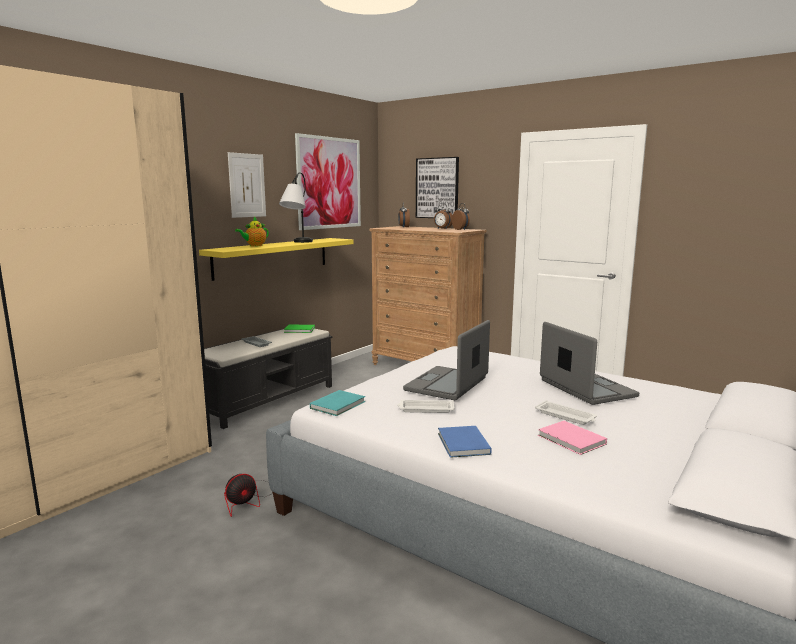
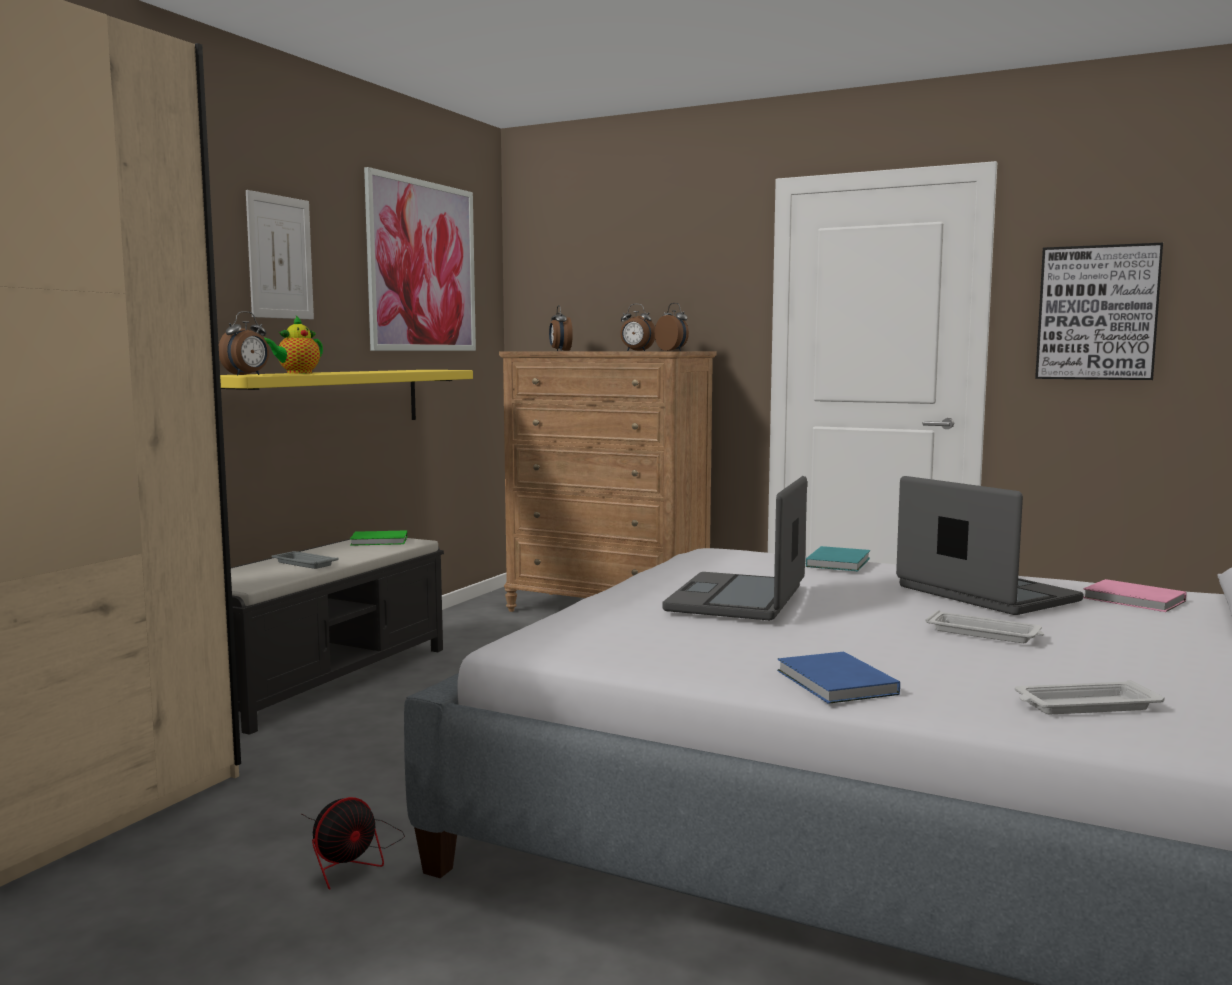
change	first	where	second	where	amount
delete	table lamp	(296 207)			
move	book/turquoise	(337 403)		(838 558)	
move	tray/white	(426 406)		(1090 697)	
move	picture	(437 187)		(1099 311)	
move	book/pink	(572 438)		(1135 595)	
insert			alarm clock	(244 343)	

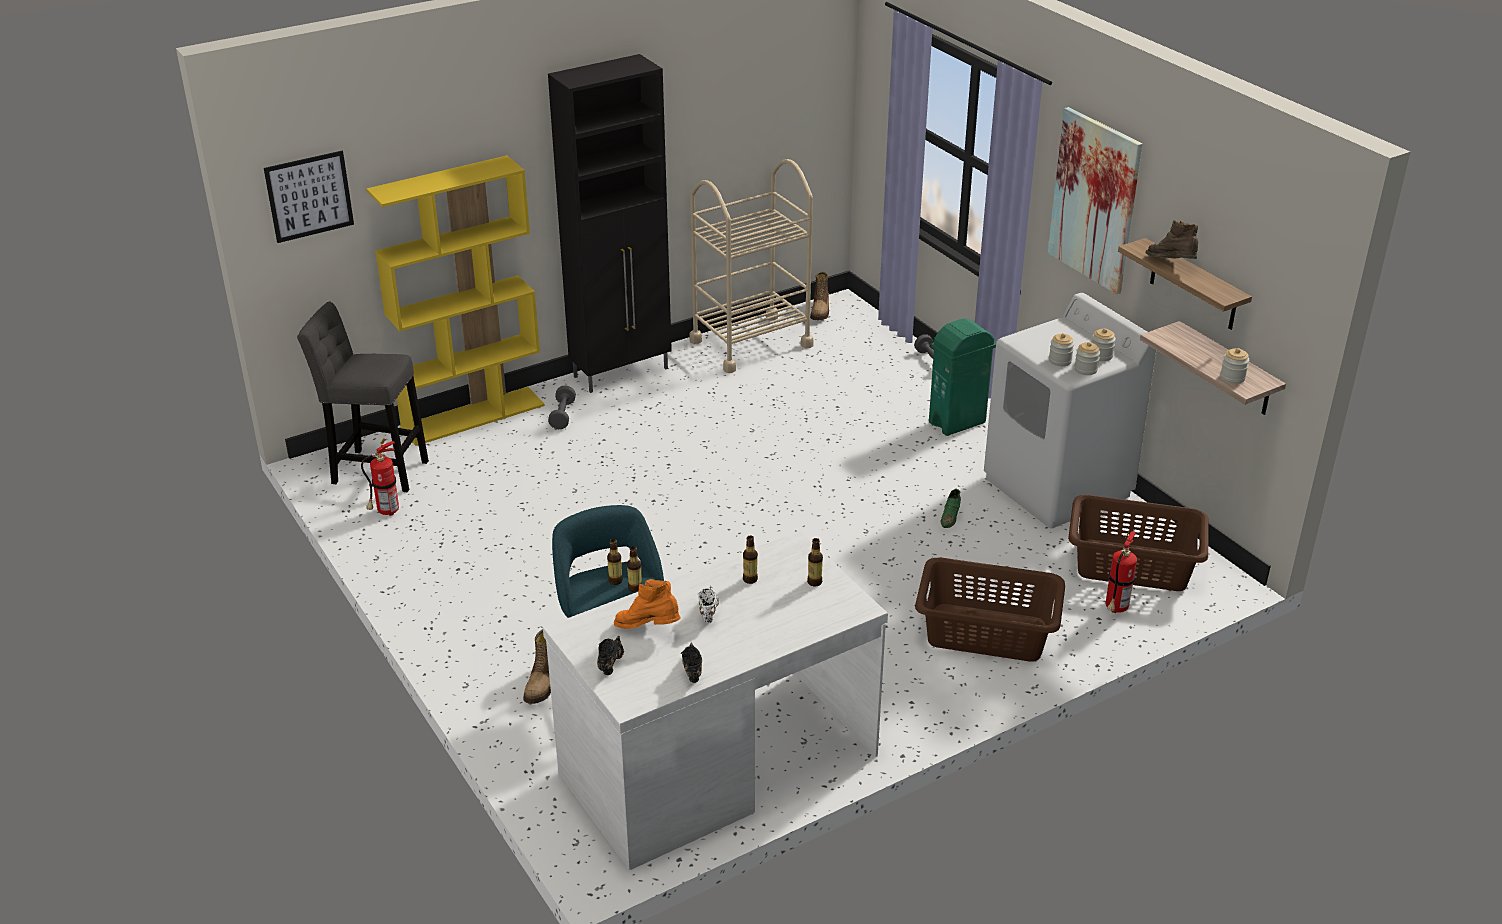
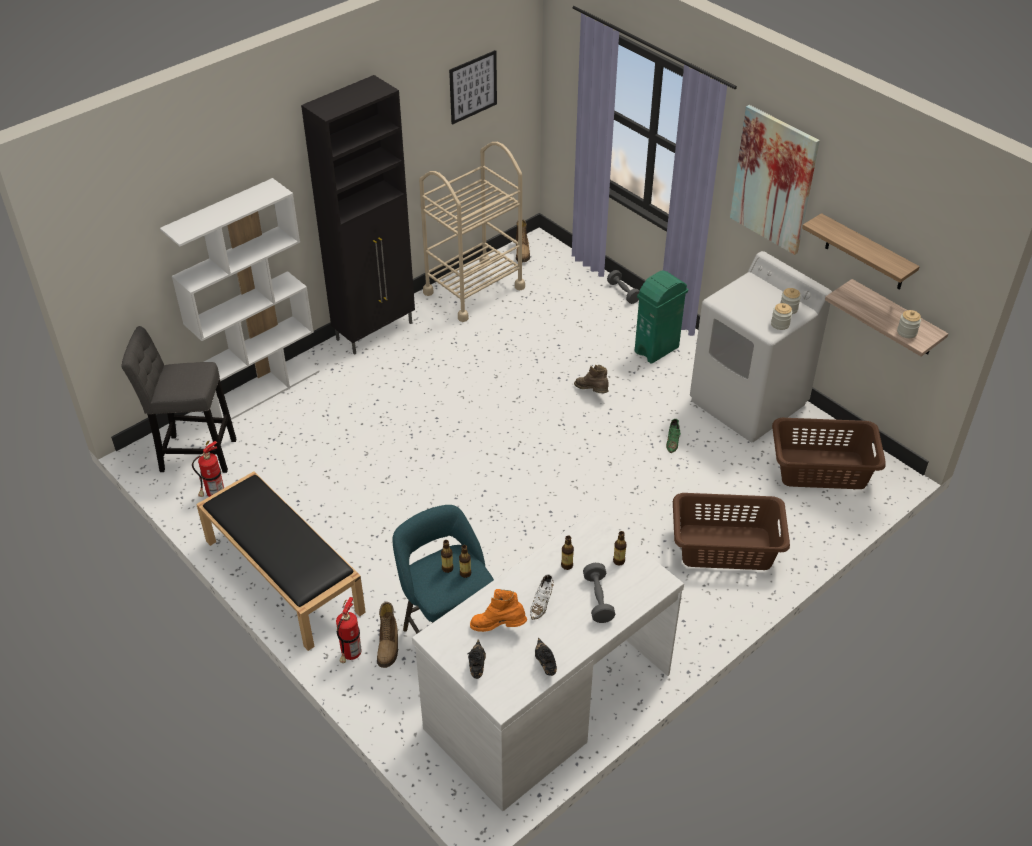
change	first	where	second	where	amount
move	picture	(309 197)		(473 87)	
recolor	bookcase/yellow	(455 300)	bookcase/white	(240 301)	
move	dumbbell/grey	(562 407)		(599 593)	
rotate	shoe/white	(708 604)		(542 597)	150 degrees counterclockwise
delete	jar	(1061 349)			
move	fire extinguisher	(1121 572)		(349 630)	
move	boot/brown	(1172 239)		(591 379)	
insert			bench/black	(281 561)	

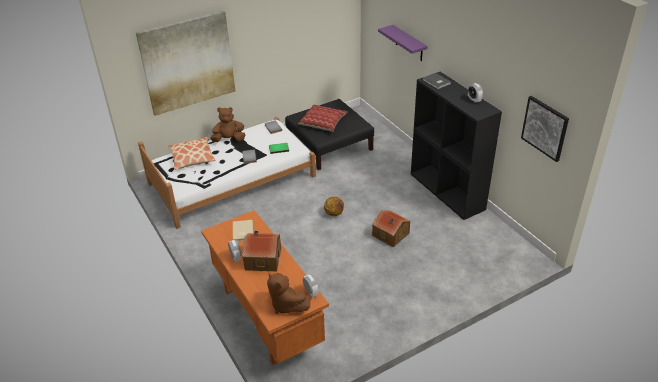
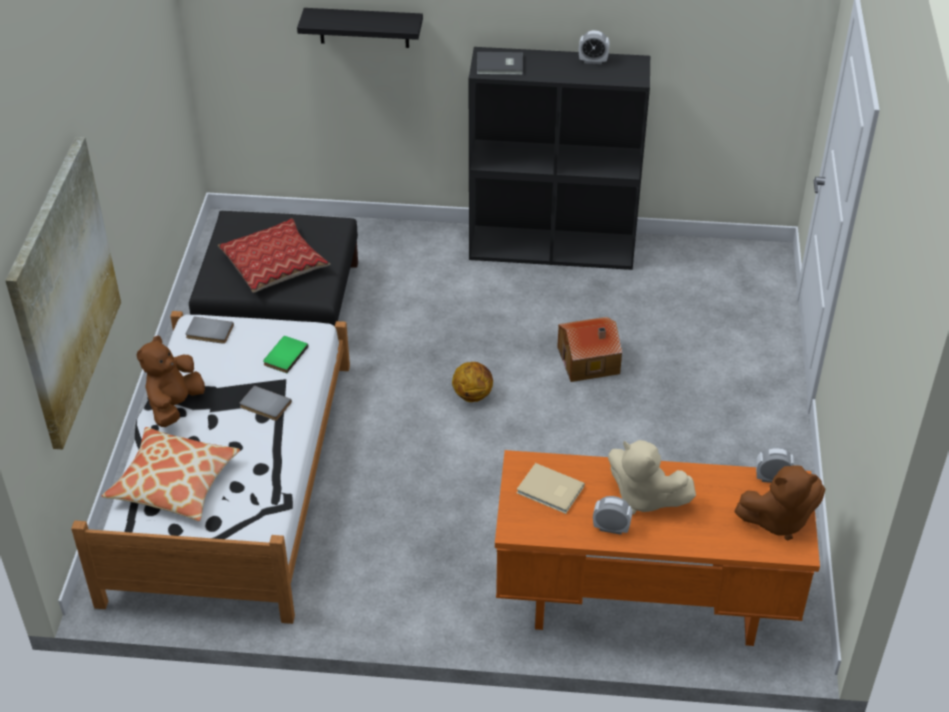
change	first	where	second	where	amount
replace	toy house	(262 251)	plush toy/beige	(652 477)	
recolor	shelf/purple	(403 43)	shelf/black	(360 28)	
delete	picture	(545 129)			

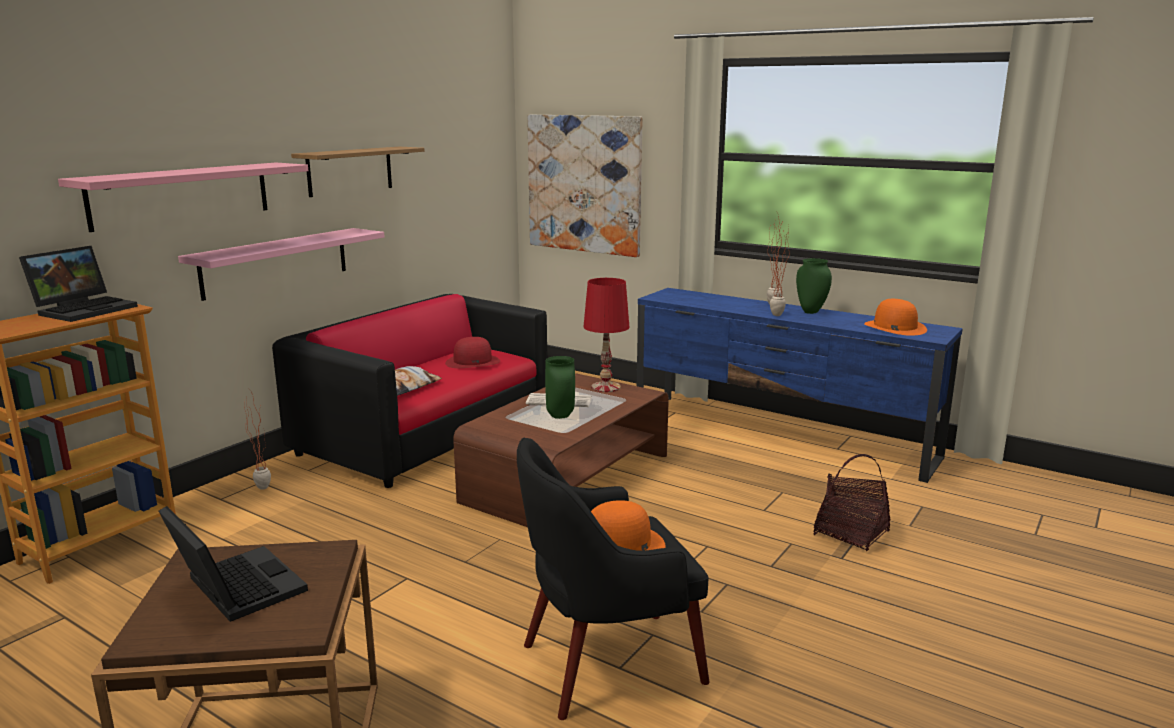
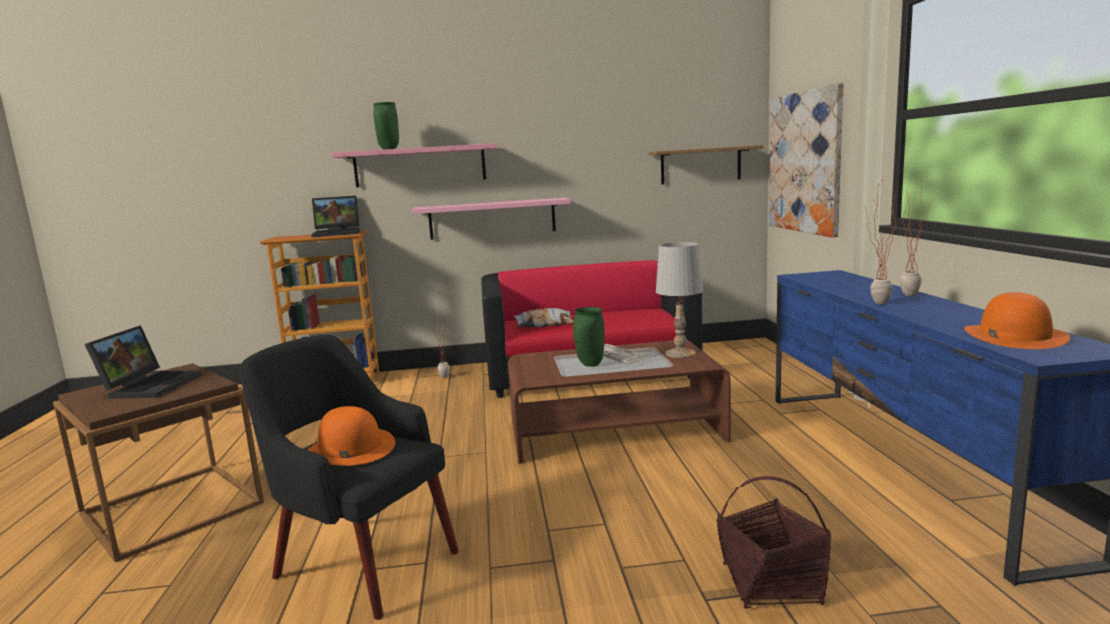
change	first	where	second	where	amount
move	shelf	(357 172)		(706 164)	
delete	hat/red	(472 352)			
recolor	table lamp/red	(606 335)	table lamp/white	(679 300)	
move	vase/green	(814 286)		(386 126)	

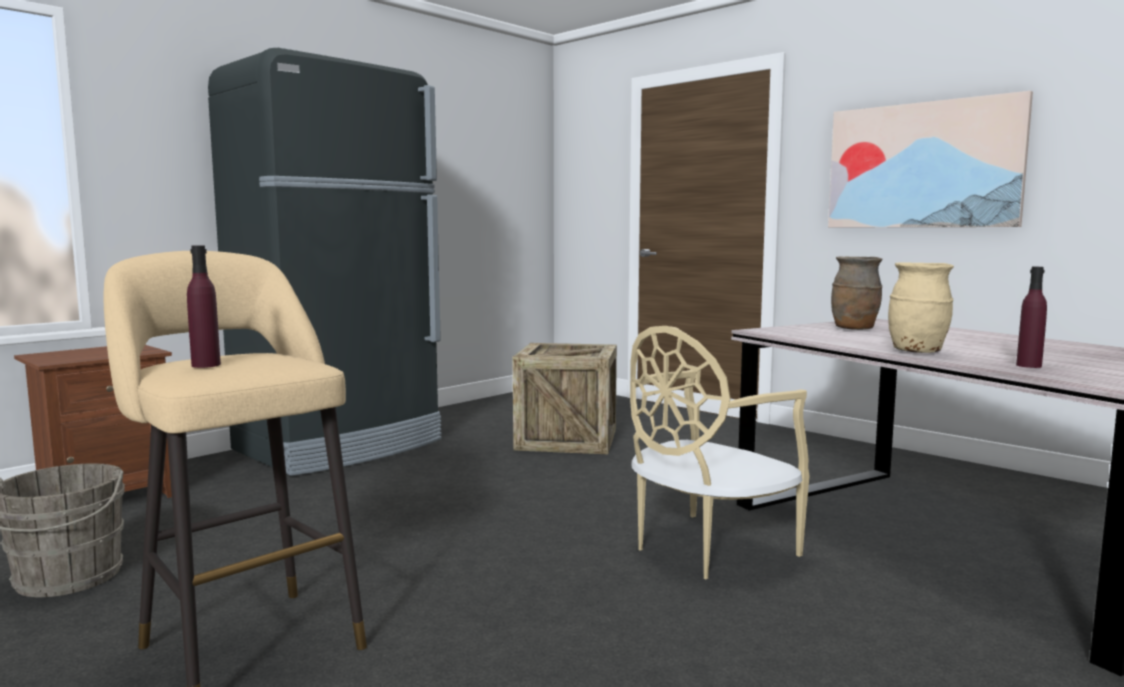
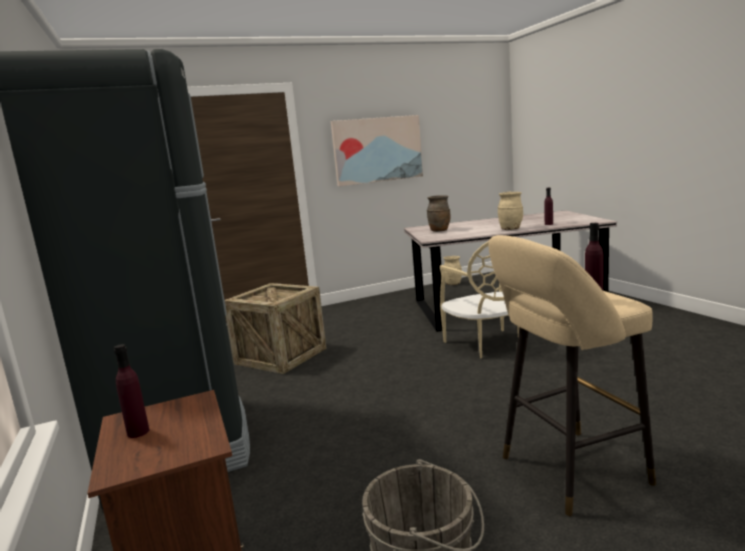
change	first	where	second	where	amount
insert			bottle/purple	(131 391)	
insert			vase/beige	(453 270)	

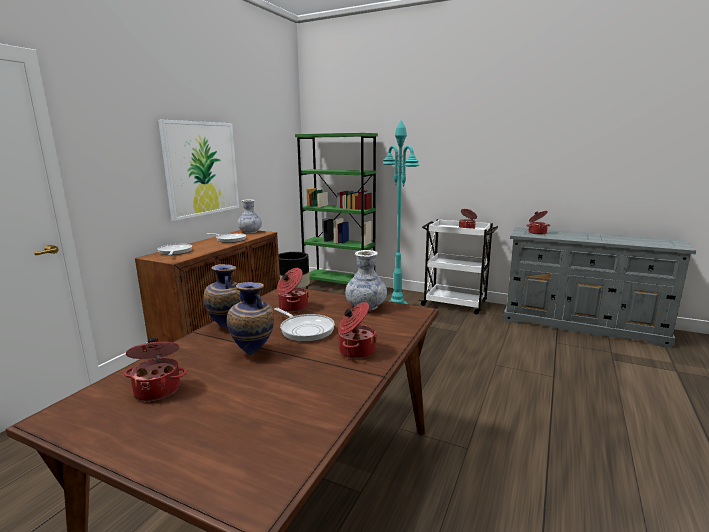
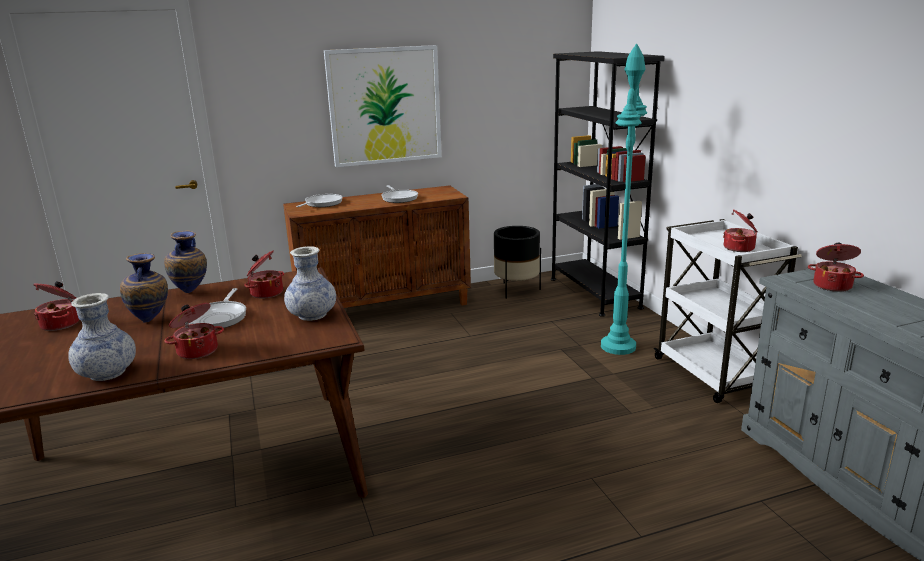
change	first	where	second	where	amount
move	vase	(250 216)		(102 337)	
recolor	bookcase/green	(336 208)	bookcase/black	(608 184)	

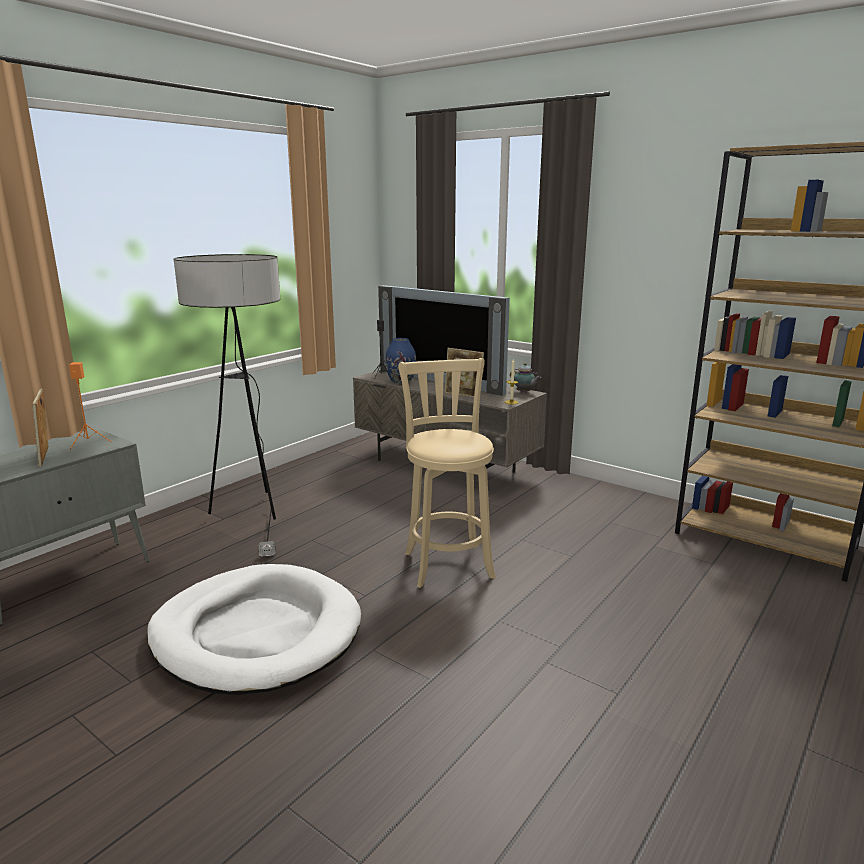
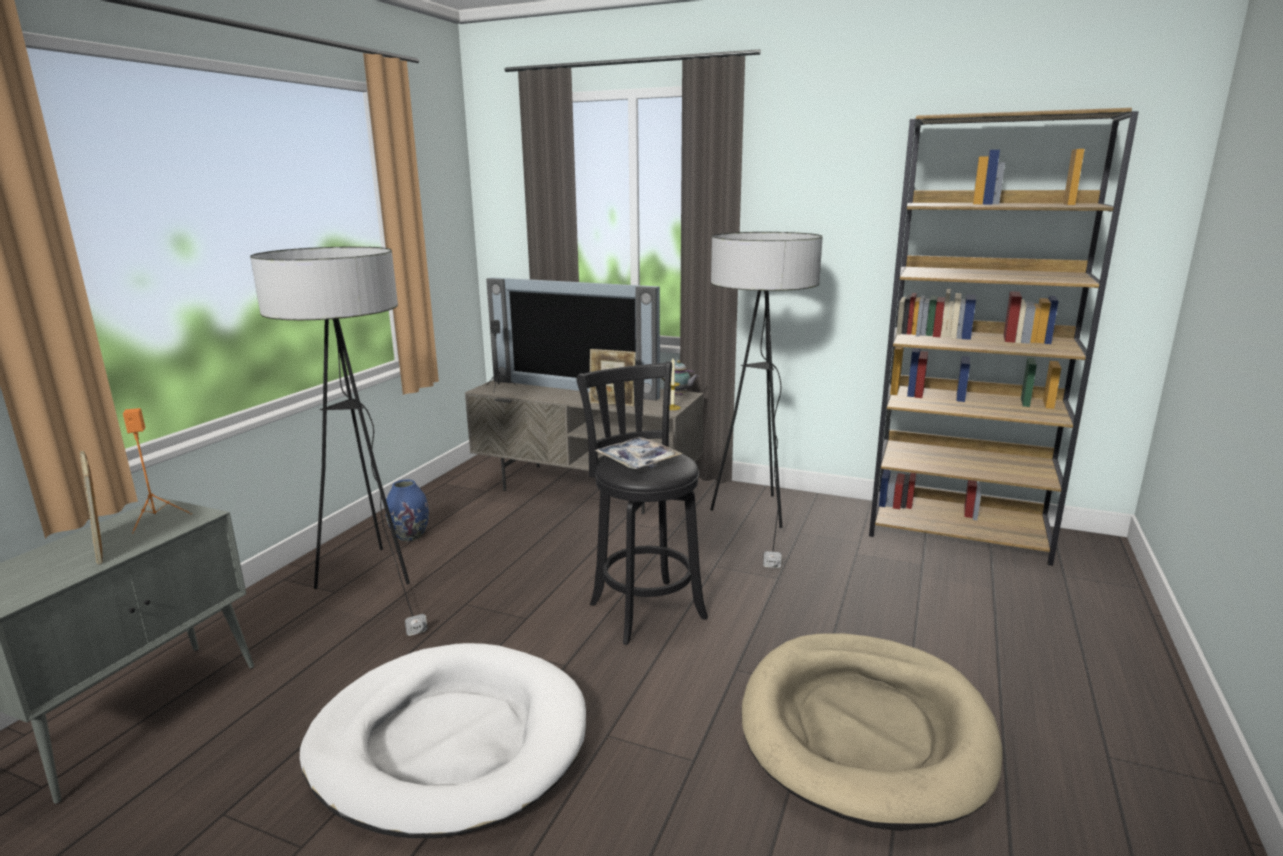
change	first	where	second	where	amount
move	vase/blue	(400 361)		(407 510)	
recolor	stool/beige	(447 473)	stool/black	(642 503)	
insert			tray	(639 453)	
insert			floor lamp	(766 400)	
insert			dog bed/beige	(872 732)	

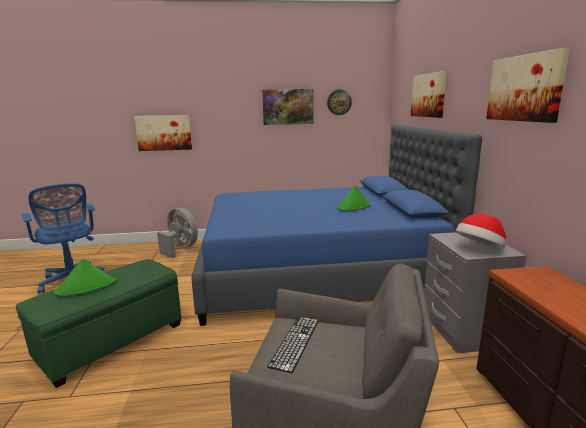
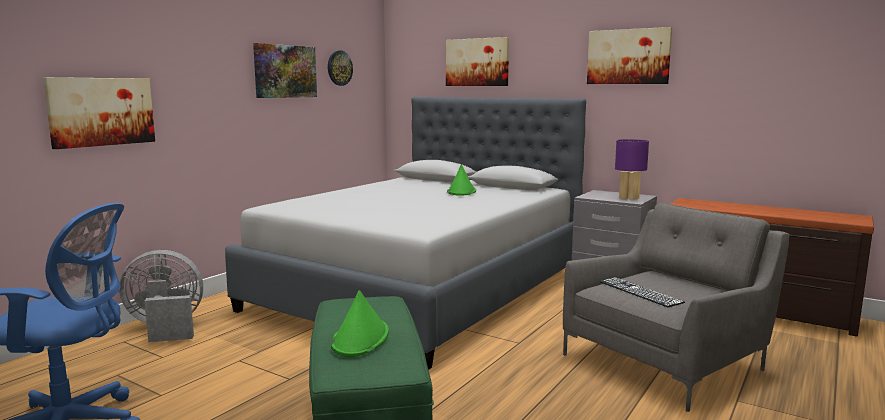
change	first	where	second	where	amount
recolor	bed/blue	(336 225)	bed/grey	(405 233)	
replace	hat	(481 231)	table lamp/purple	(632 169)	

